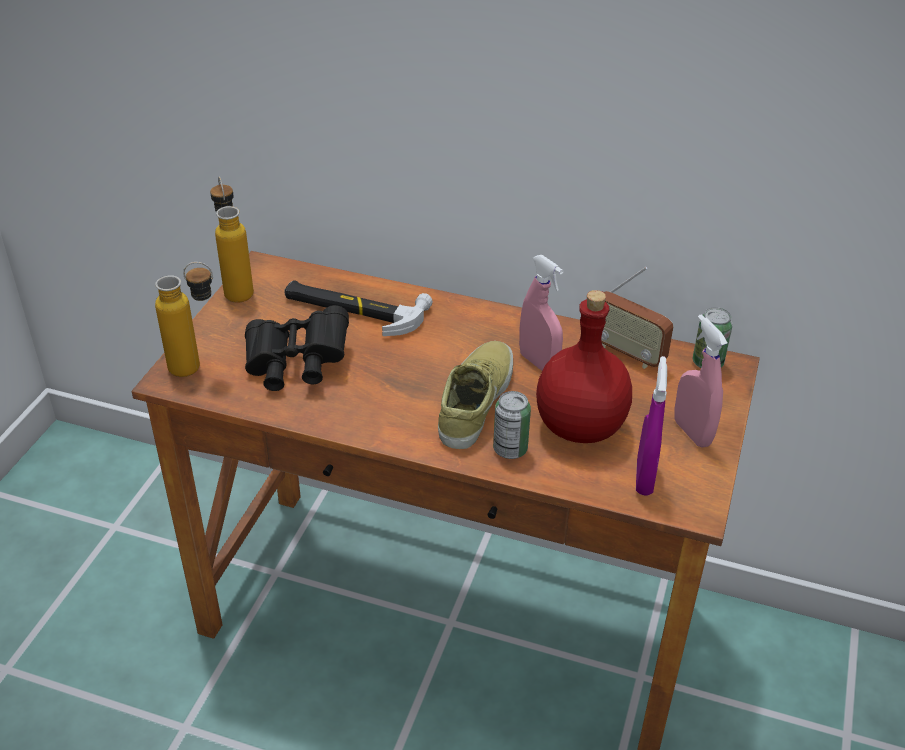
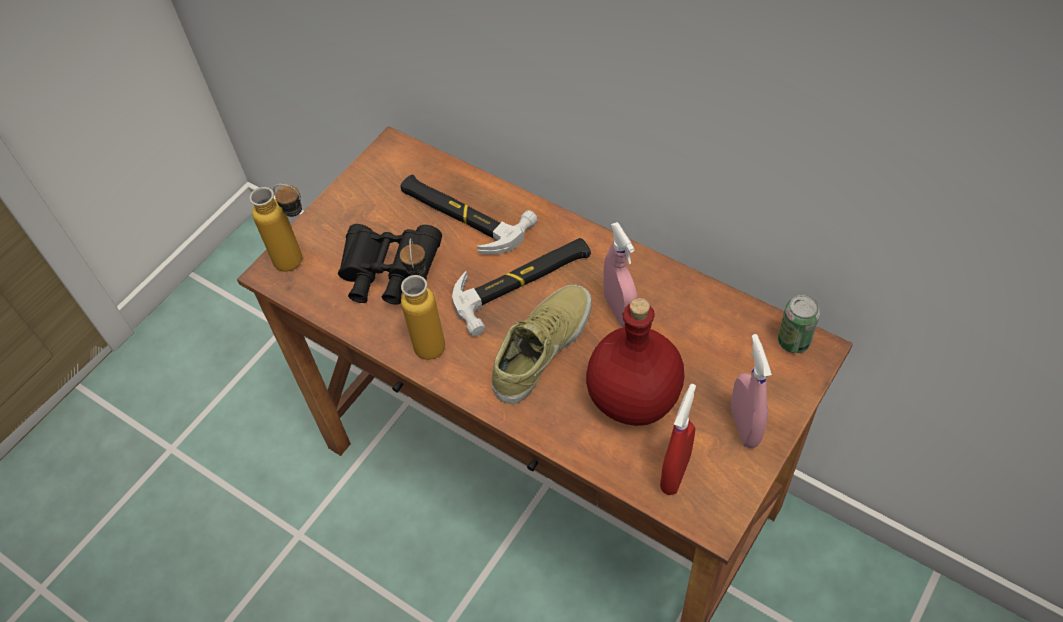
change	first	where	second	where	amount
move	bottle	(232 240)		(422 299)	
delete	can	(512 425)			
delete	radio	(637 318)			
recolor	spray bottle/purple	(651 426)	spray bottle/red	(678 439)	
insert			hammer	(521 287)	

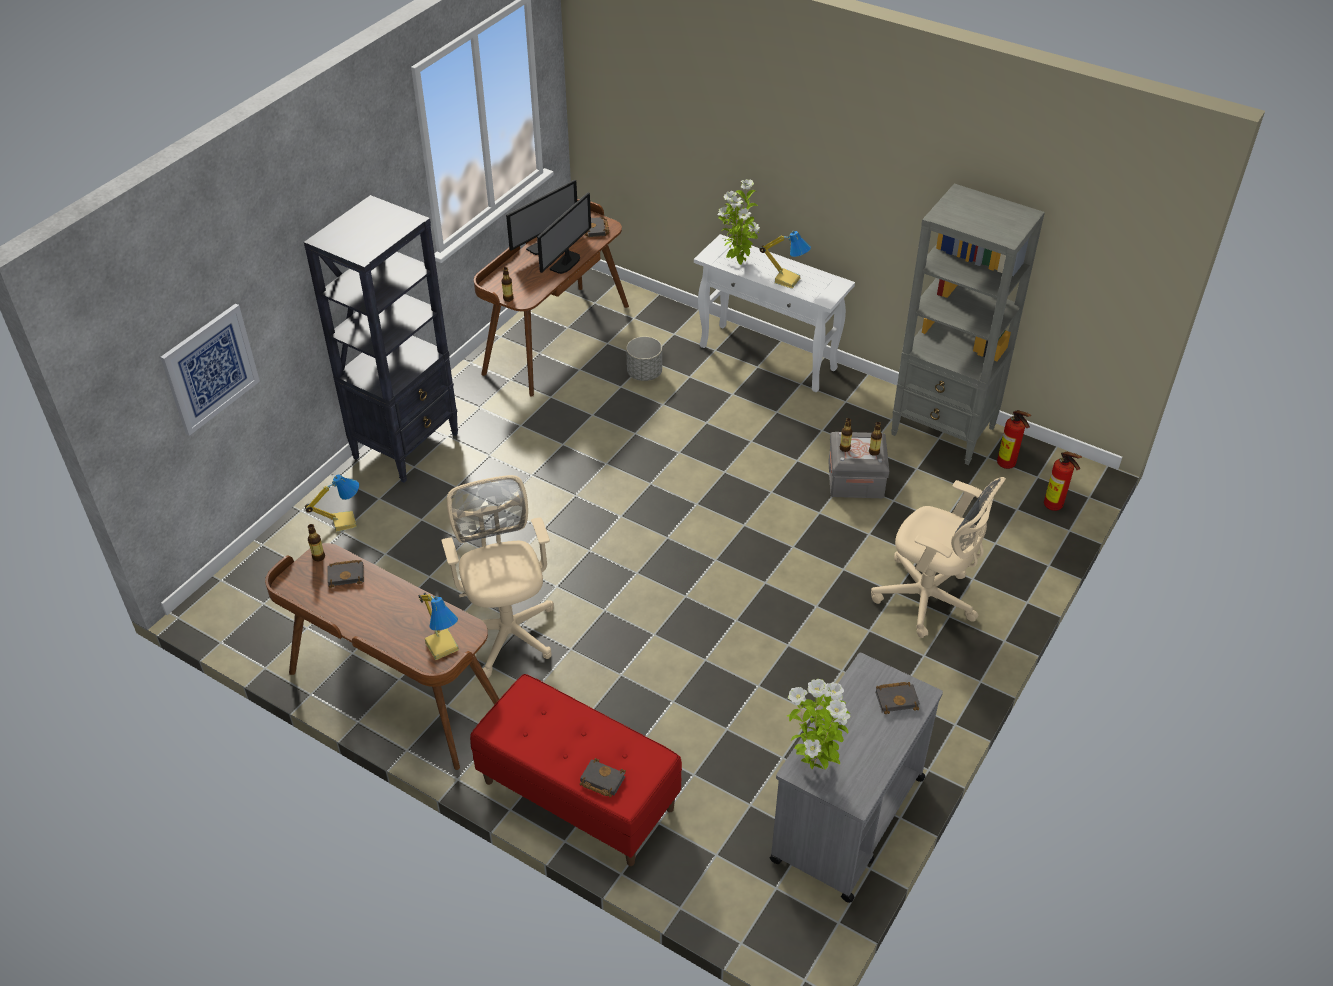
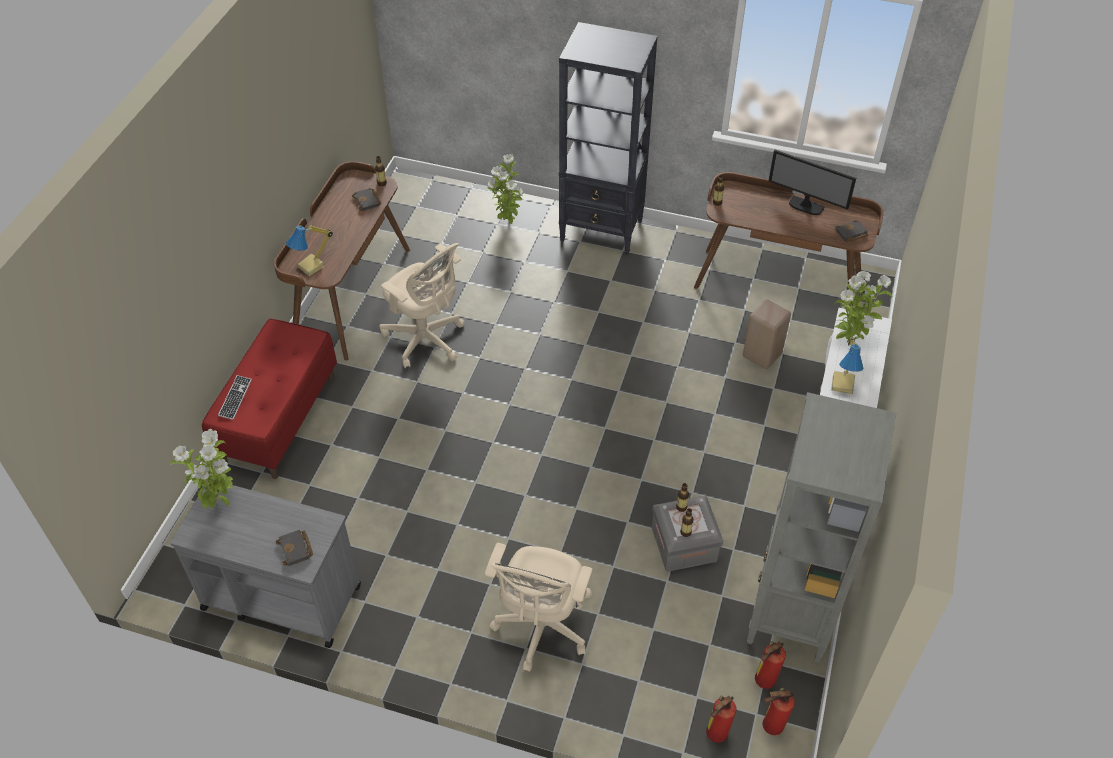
change	first	where	second	where	amount
delete	picture	(210 369)			
replace	table lamp	(332 503)	potted plant	(505 189)	
rotate	office chair/beige	(497 576)		(422 305)	75 degrees clockwise
delete	monitor	(564 233)			
replace	book/black	(603 777)	keyboard	(235 397)	
replace	planter/grey	(644 359)	stool/beige	(767 334)	
insert			fire extinguisher	(779 711)	

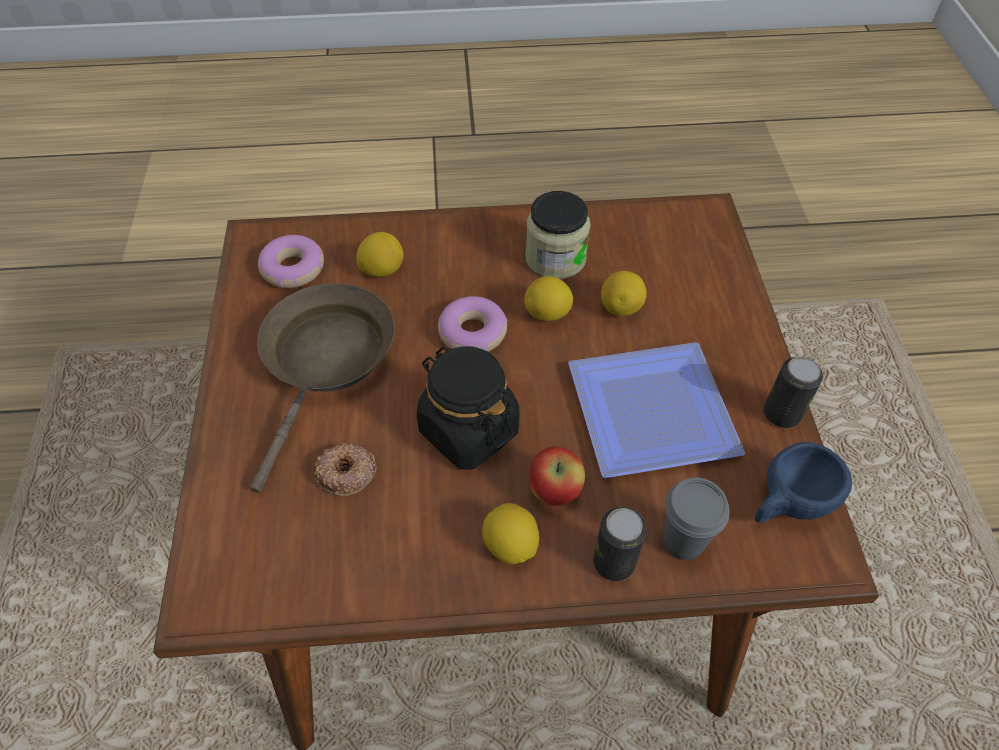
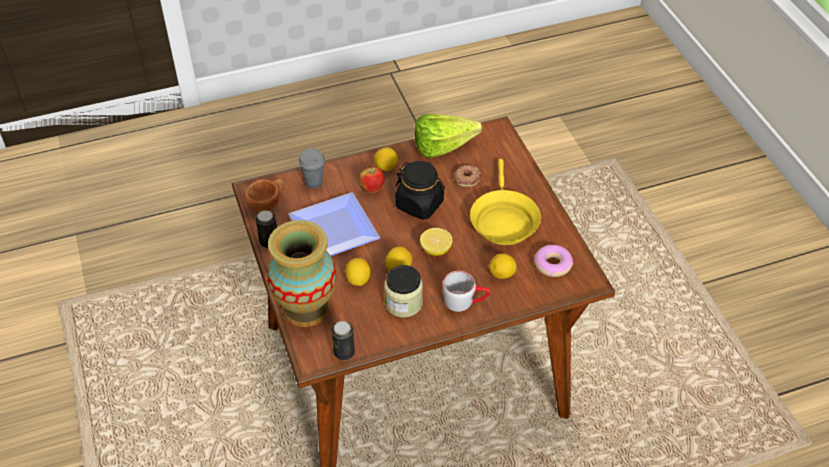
change	first	where	second	where	amount
recolor	frying pan/brown	(322 388)	frying pan/yellow	(505 202)	
replace	donut	(472 324)	lemon	(436 242)	
move	can	(620 544)		(343 340)	
recolor	cup/blue	(803 482)	cup/brown	(264 196)	
insert			vase	(302 273)	
insert			lettuce	(448 136)	
insert			mug/grey	(466 291)	

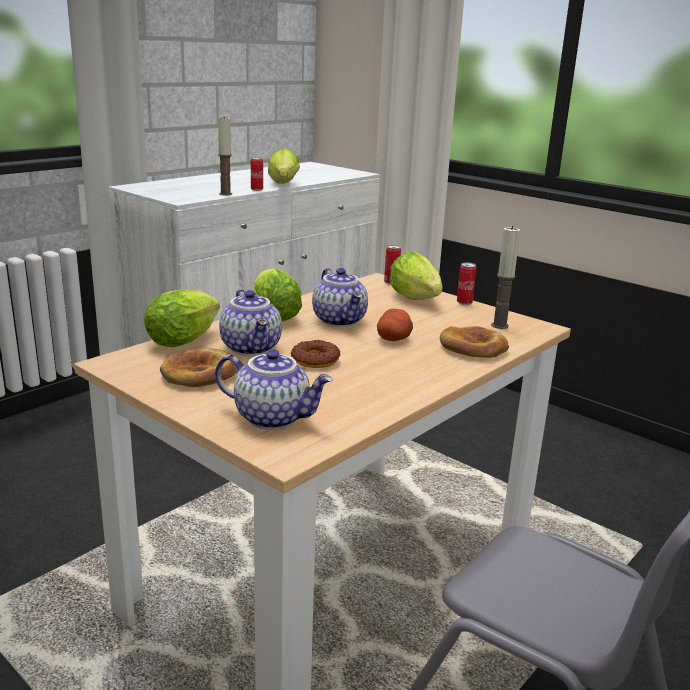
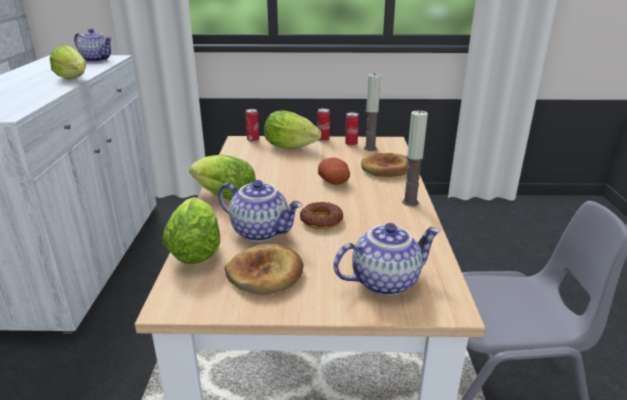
change	first	where	second	where	amount
move	candle	(225 155)		(415 158)	
move	can	(257 174)		(352 129)	
move	teapot	(340 297)		(93 45)	

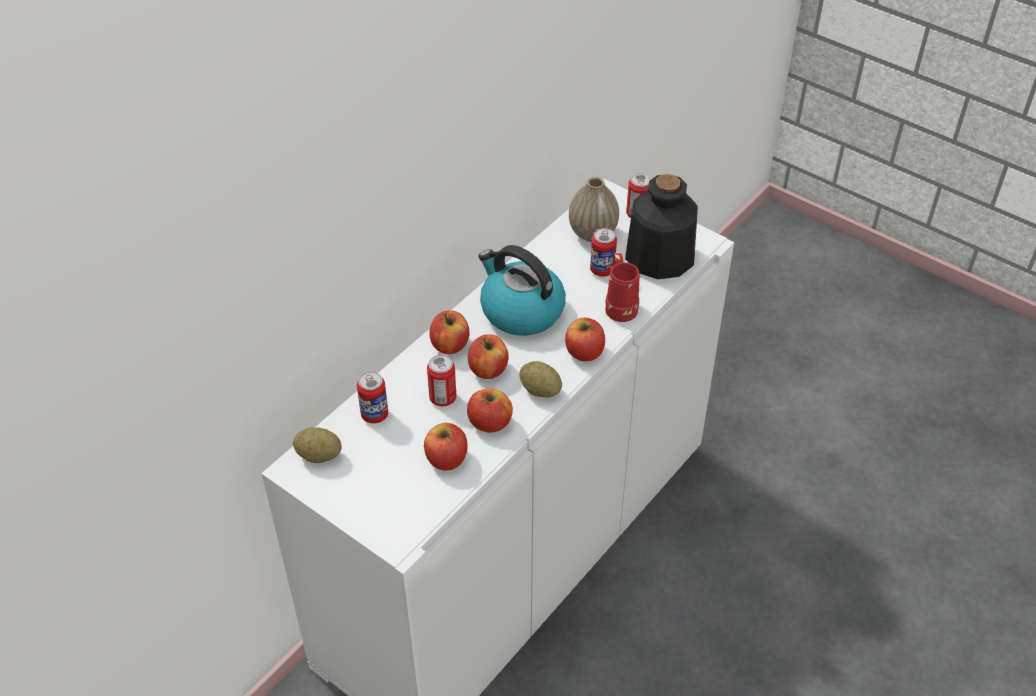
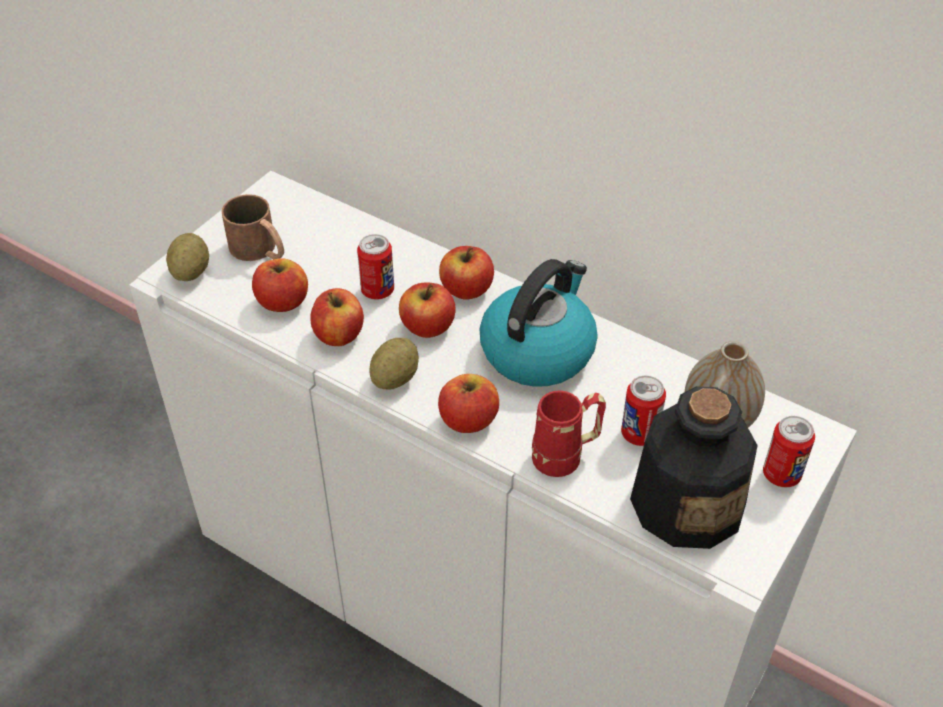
change	first	where	second	where	amount
move	potato	(317 445)		(187 257)	
delete	can	(372 398)			
insert			mug/brown	(252 227)	

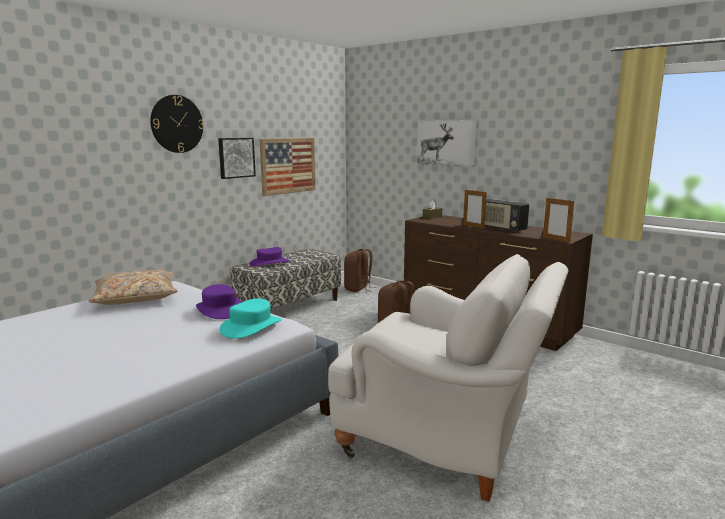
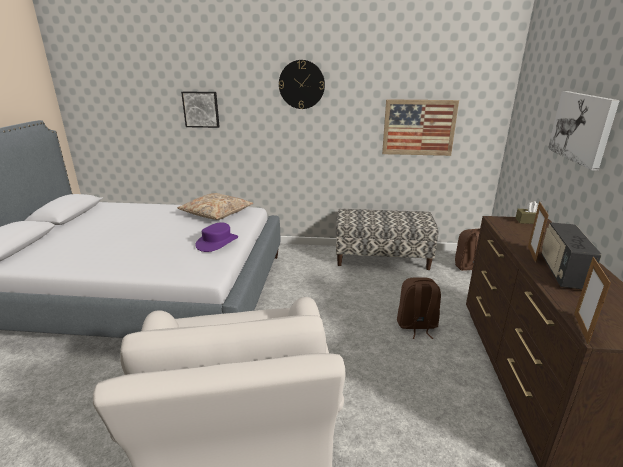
change	first	where	second	where	amount
move	picture	(237 158)		(200 110)	
delete	hat/turquoise	(250 318)			
delete	hat/purple	(269 256)			

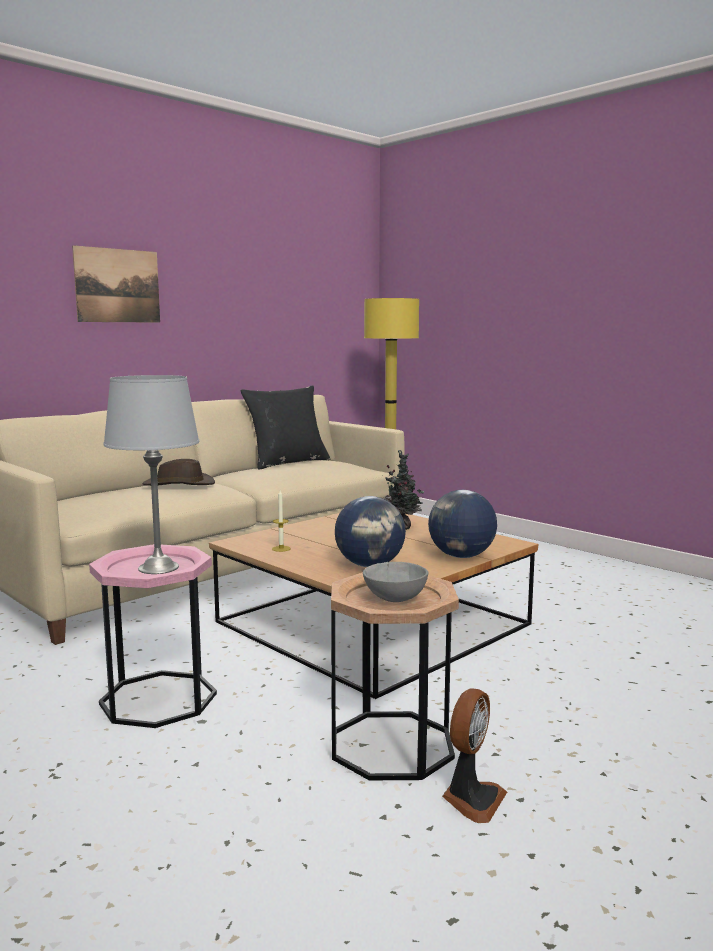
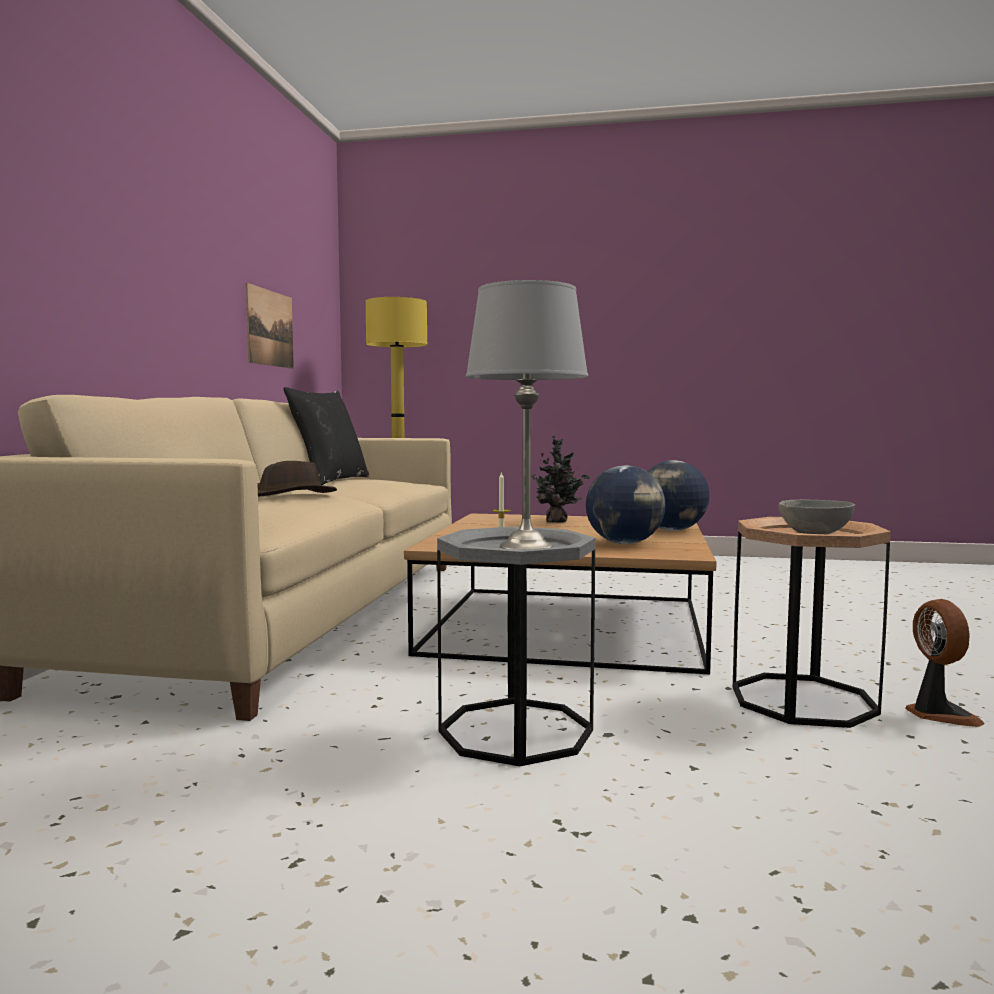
change	first	where	second	where	amount
move	picture	(116 284)		(270 326)	
recolor	side table/pink	(153 636)	side table/grey	(516 646)	

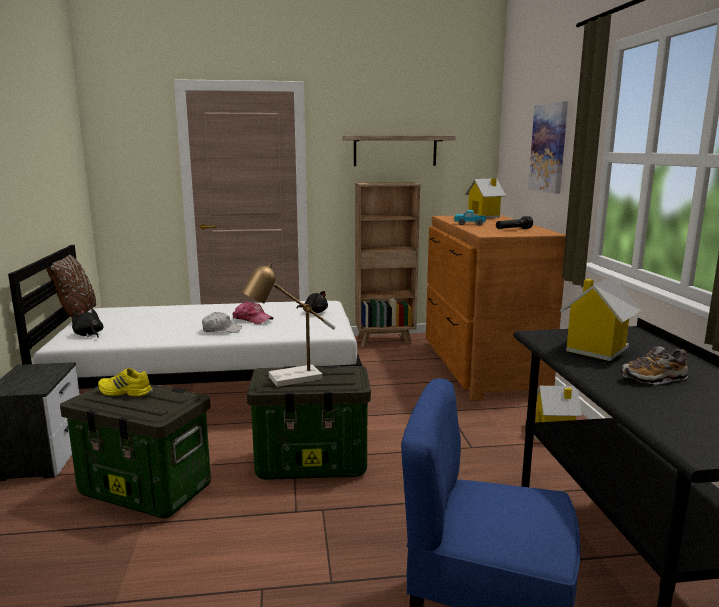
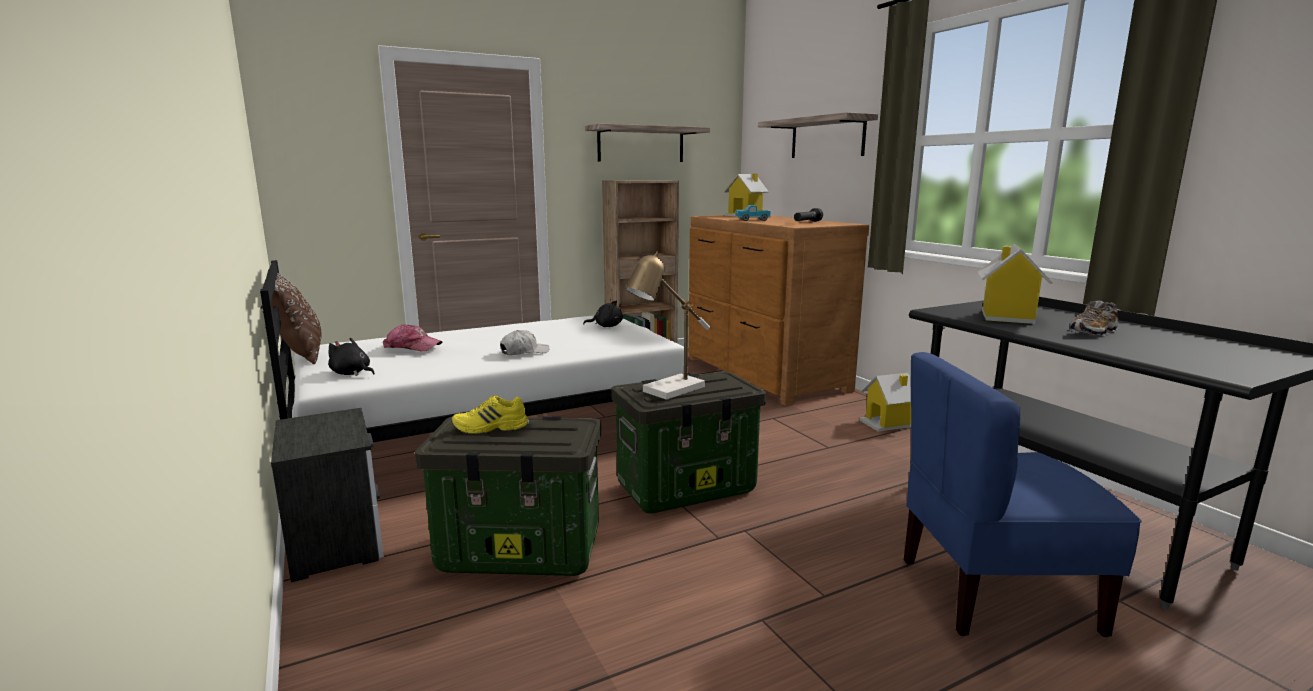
change	first	where	second	where	amount
move	cap	(253 313)		(413 337)	
replace	picture	(548 147)	shelf	(818 135)	

